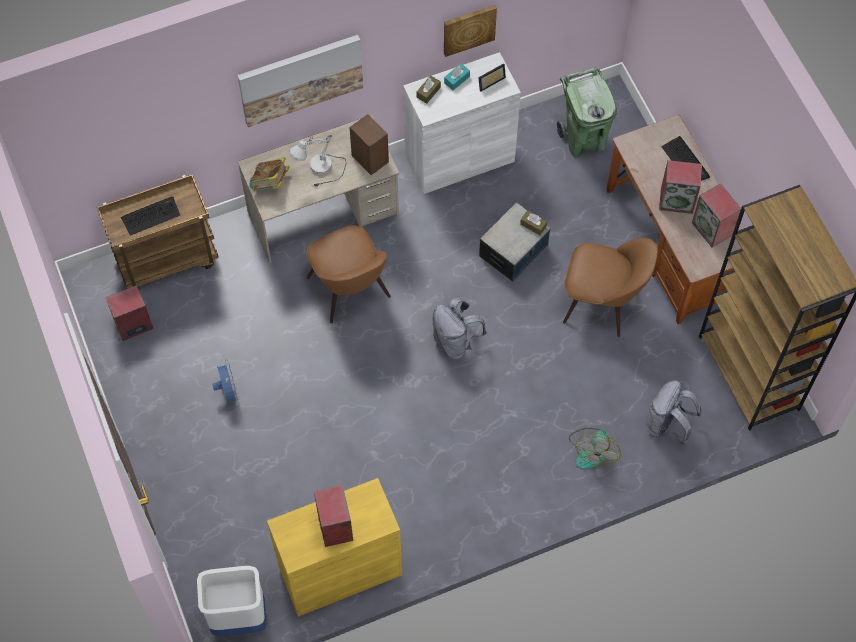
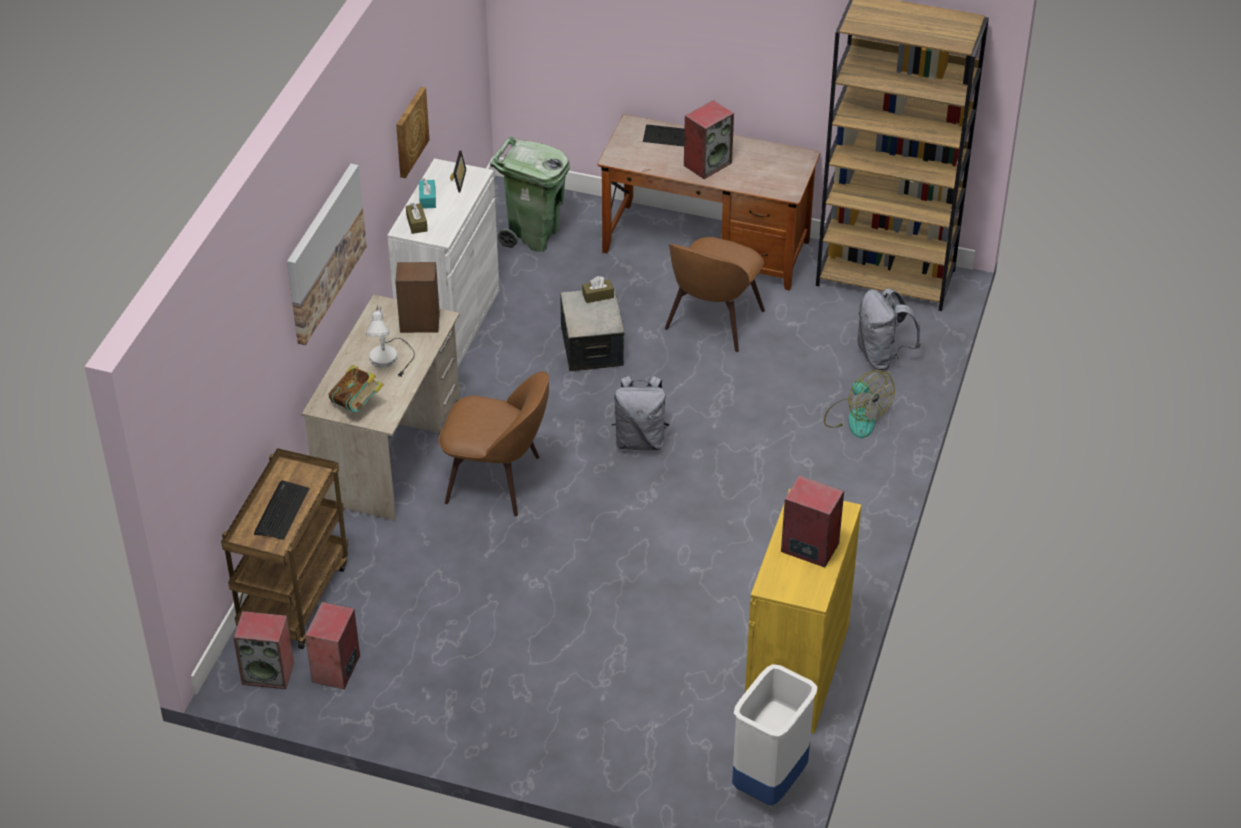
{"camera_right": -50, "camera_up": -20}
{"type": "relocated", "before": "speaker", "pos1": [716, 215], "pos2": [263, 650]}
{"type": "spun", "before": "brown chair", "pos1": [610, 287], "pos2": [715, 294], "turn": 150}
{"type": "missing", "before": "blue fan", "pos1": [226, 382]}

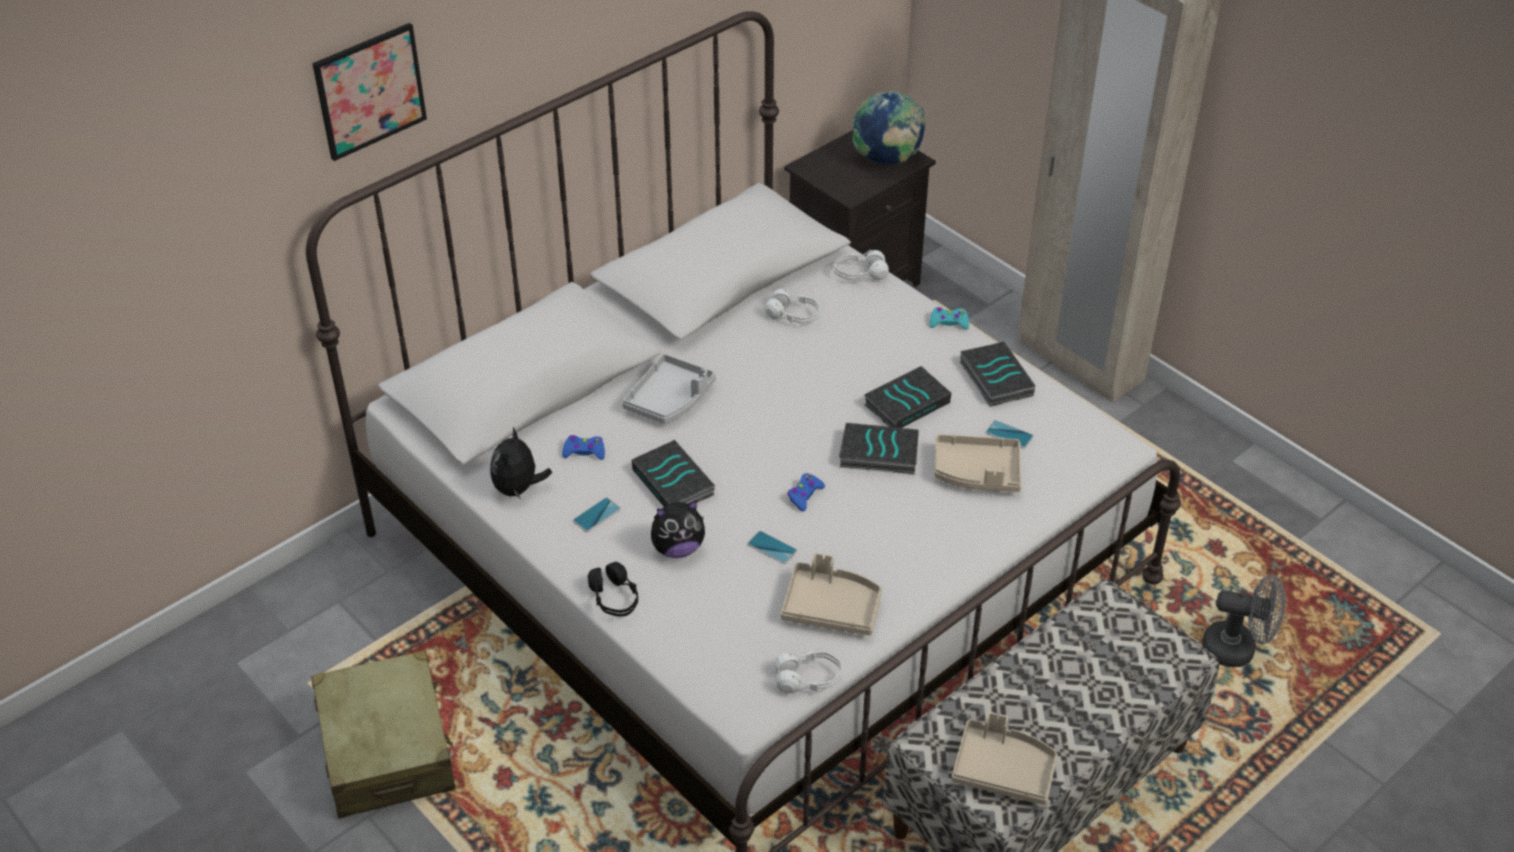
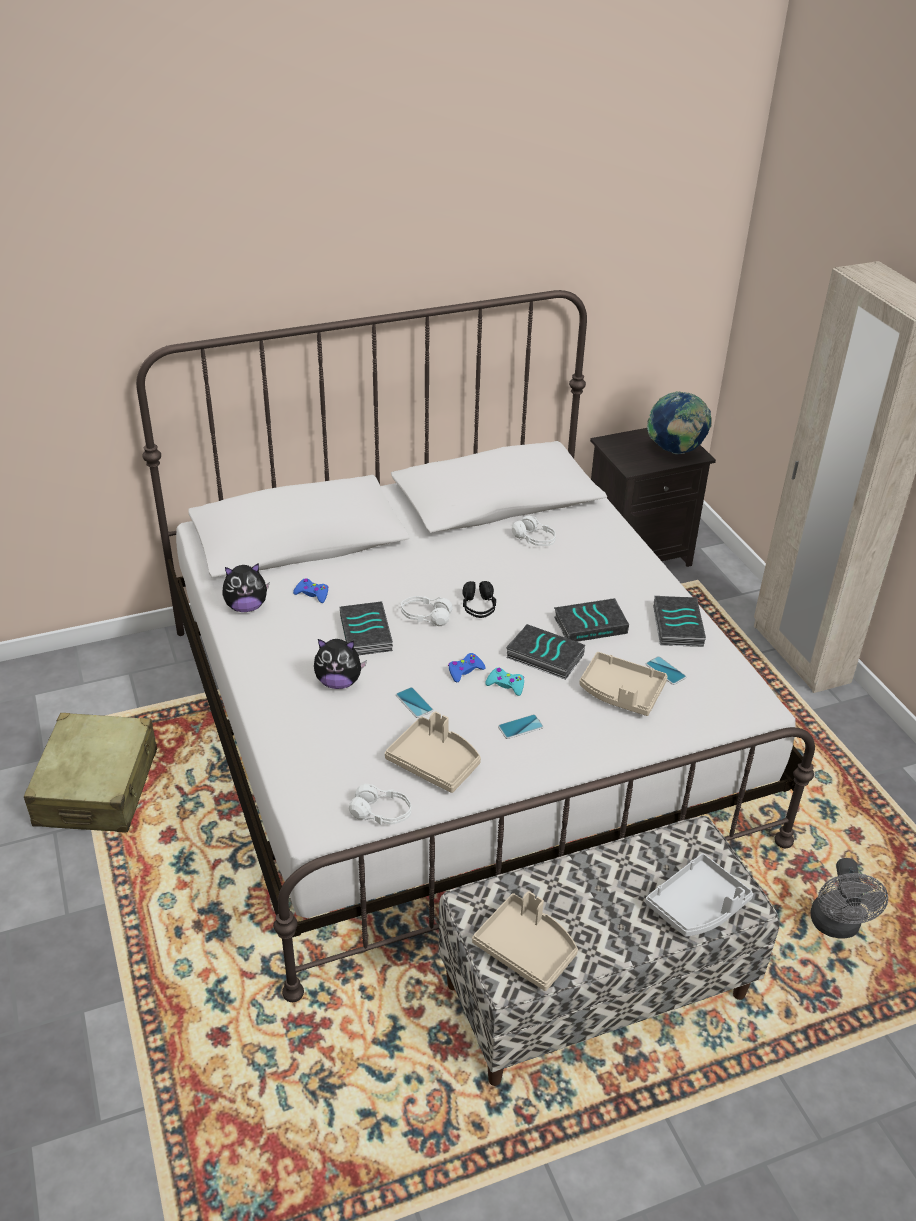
{"camera_right": 20, "camera_up": -5}
{"type": "spun", "before": "plush toy", "pos1": [521, 463], "pos2": [245, 587], "turn": -135}
{"type": "relocated", "before": "white headphones", "pos1": [861, 266], "pos2": [427, 611]}
{"type": "relocated", "before": "black headphones", "pos1": [613, 589], "pos2": [479, 599]}
{"type": "relocated", "before": "turquoise game controller", "pos1": [949, 318], "pos2": [504, 682]}
{"type": "relocated", "before": "phone", "pos1": [597, 515], "pos2": [521, 726]}
{"type": "relocated", "before": "grey tray", "pos1": [669, 389], "pos2": [699, 895]}
{"type": "spun", "before": "grey fan", "pos1": [1244, 621], "pos2": [849, 898], "turn": 60}
{"type": "missing", "before": "picture", "pos1": [369, 92]}

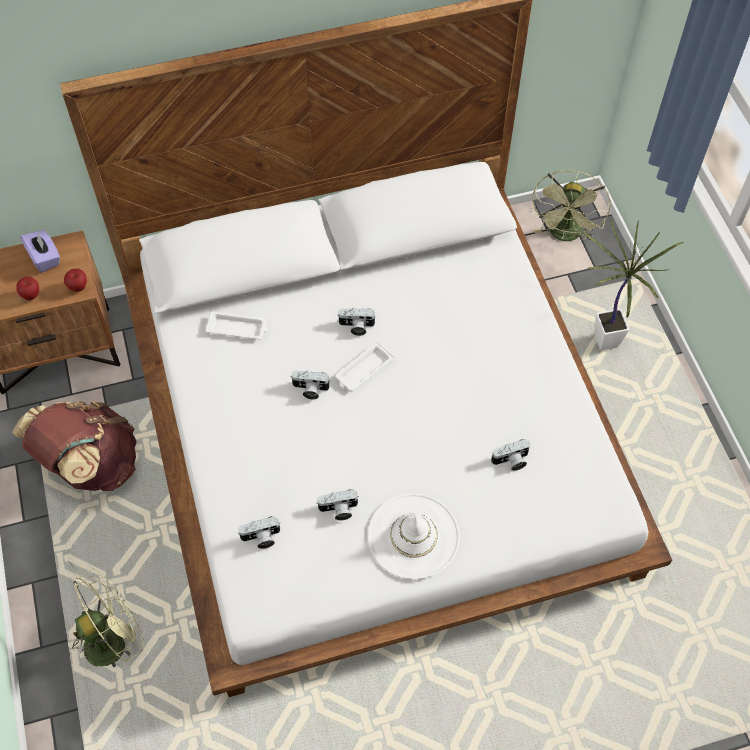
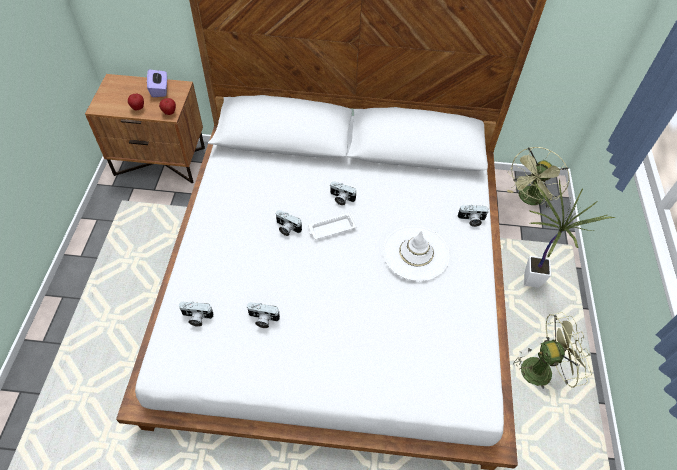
{"camera_right": 20, "camera_up": -5}
{"type": "relocated", "before": "white hat", "pos1": [414, 536], "pos2": [416, 253]}
{"type": "relocated", "before": "photo camera", "pos1": [510, 455], "pos2": [473, 216]}
{"type": "relocated", "before": "green fan", "pos1": [106, 618], "pos2": [552, 350]}
{"type": "missing", "before": "brown backpack", "pos1": [74, 446]}
{"type": "missing", "before": "white tray", "pos1": [236, 325]}

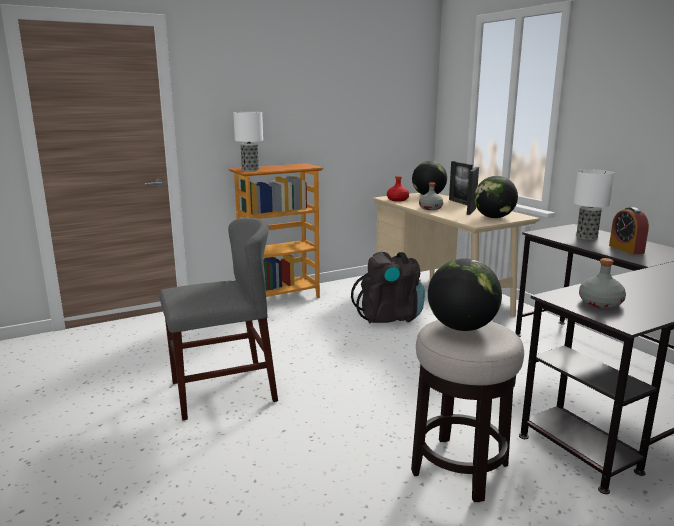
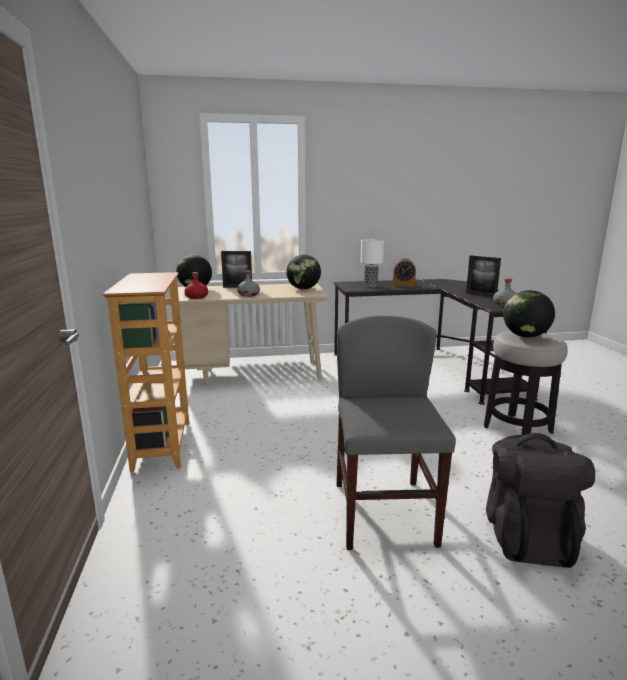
{"camera_right": -70, "camera_up": 0}
{"type": "relocated", "before": "picture frame", "pos1": [473, 191], "pos2": [483, 276]}
{"type": "relocated", "before": "black backpack", "pos1": [388, 287], "pos2": [540, 500]}
{"type": "missing", "before": "table lamp", "pos1": [248, 141]}

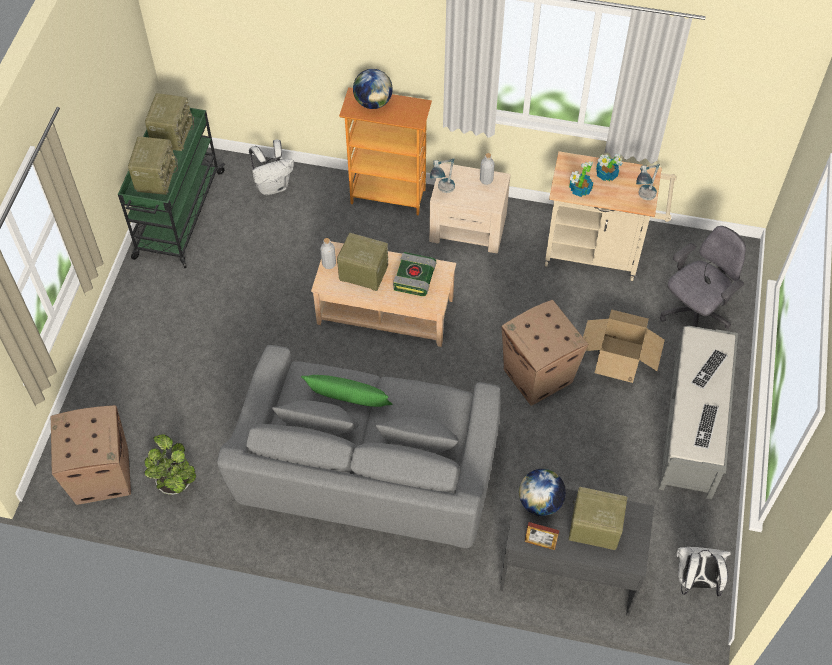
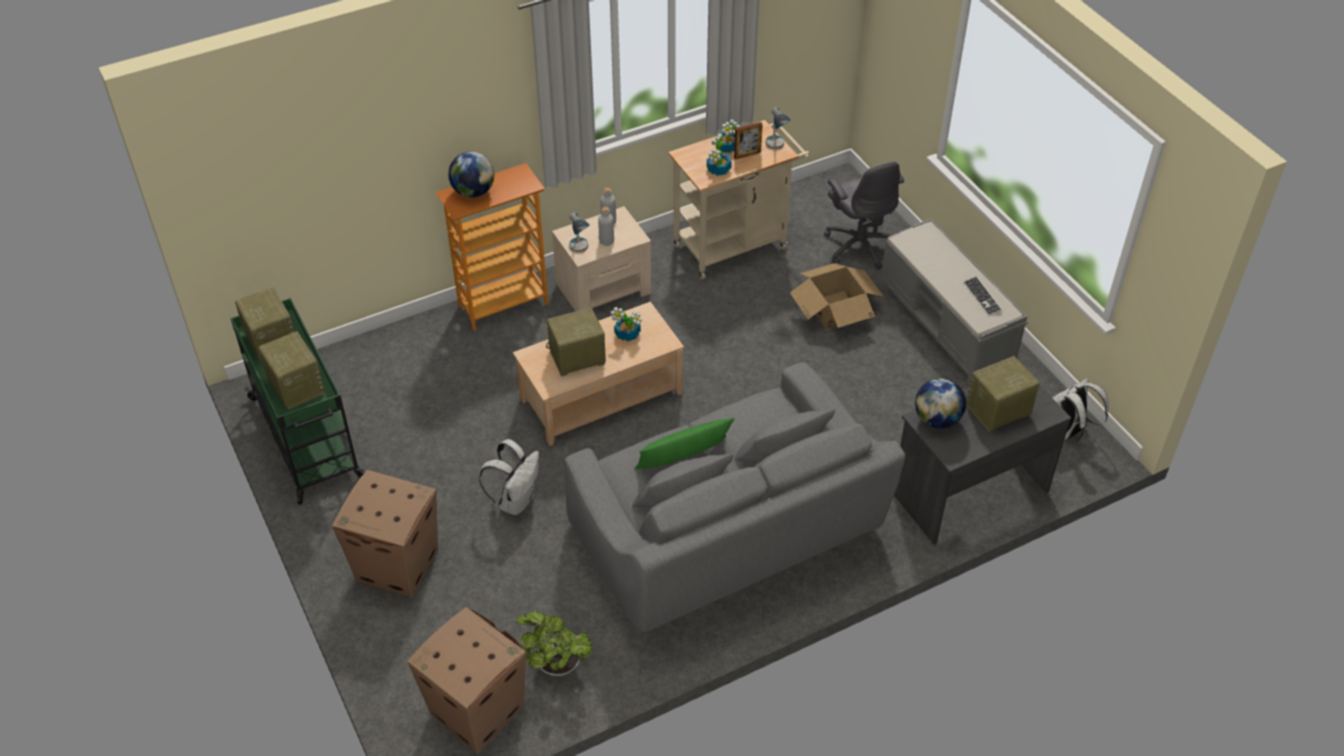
{"camera_right": -40, "camera_up": -10}
{"type": "relocated", "before": "cardboard box", "pos1": [545, 353], "pos2": [385, 534]}
{"type": "relocated", "before": "white backpack", "pos1": [271, 167], "pos2": [509, 477]}
{"type": "relocated", "before": "grey bottle", "pos1": [328, 253], "pos2": [606, 226]}
{"type": "exchanged", "before": "book", "after": "potted plant", "pos1": [414, 274], "pos2": [626, 324]}
{"type": "relocated", "before": "picture frame", "pos1": [542, 536], "pos2": [748, 140]}
{"type": "spun", "before": "grey office chair", "pos1": [703, 277], "pos2": [864, 215], "turn": 150}
{"type": "missing", "before": "keyboard", "pos1": [709, 369]}

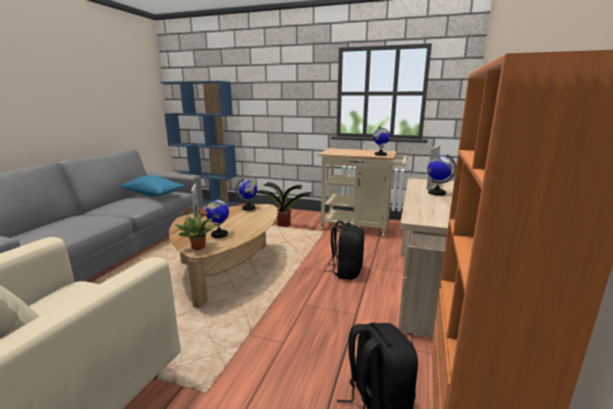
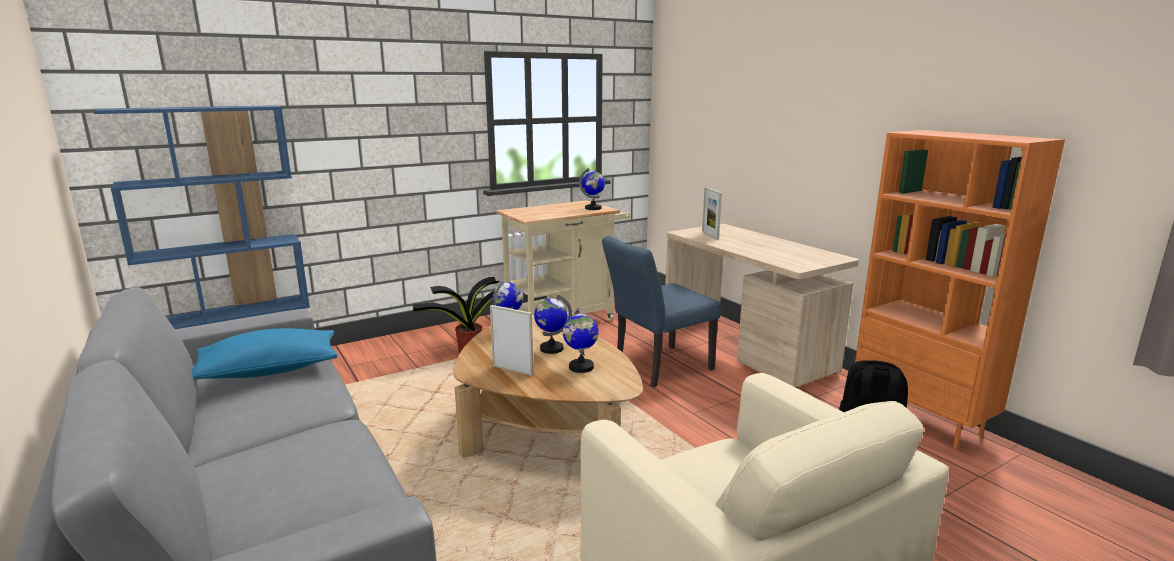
{"camera_right": -50, "camera_up": 0}
{"type": "relocated", "before": "globe", "pos1": [441, 175], "pos2": [553, 324]}
{"type": "exchanged", "before": "black backpack", "after": "blue chair", "pos1": [344, 250], "pos2": [661, 311]}
{"type": "missing", "before": "potted plant", "pos1": [196, 228]}

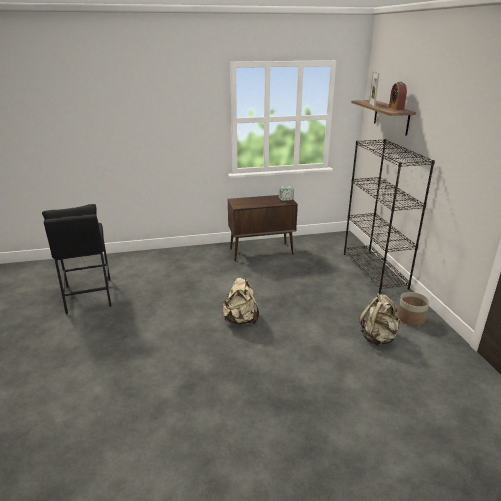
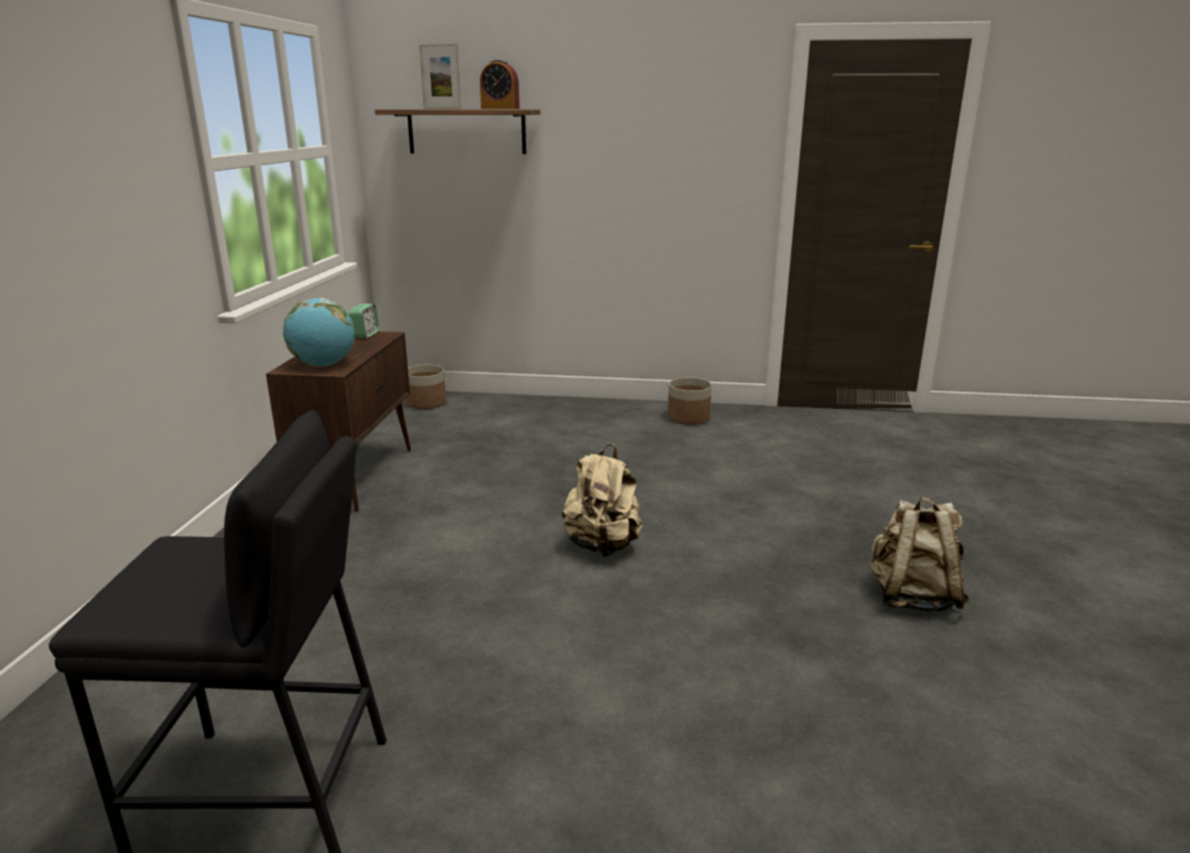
{"camera_right": -70, "camera_up": -5}
{"type": "appeared", "after": "globe", "pos2": [319, 332]}
{"type": "appeared", "after": "planter", "pos2": [426, 387]}
{"type": "relocated", "before": "beige backpack", "pos1": [379, 319], "pos2": [920, 555]}
{"type": "missing", "before": "black bookcase", "pos1": [389, 216]}

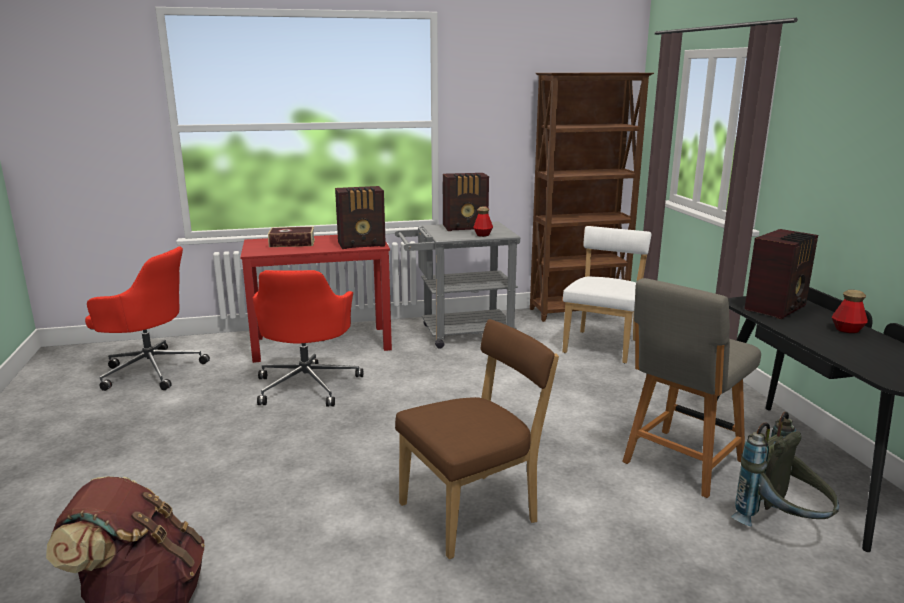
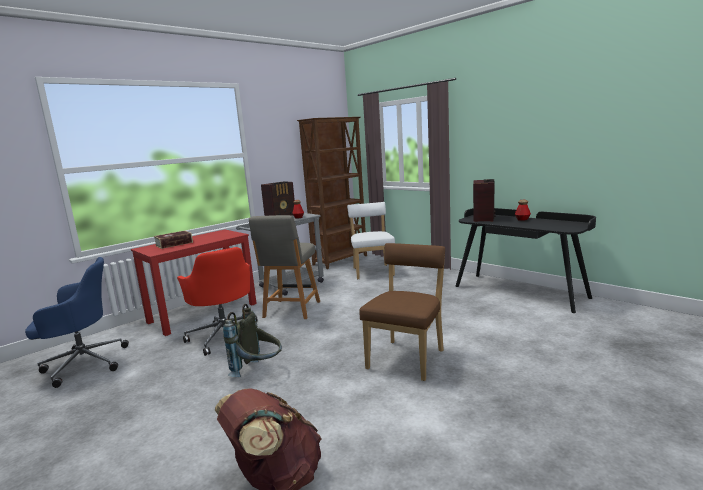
{"camera_right": -30, "camera_up": -5}
{"type": "colour", "before": "red office chair", "after": "blue office chair", "pos1": [147, 318], "pos2": [77, 322]}
{"type": "relocated", "before": "grey backpack", "pos1": [785, 469], "pos2": [252, 340]}
{"type": "relocated", "before": "grey chair", "pos1": [691, 388], "pos2": [284, 267]}
{"type": "missing", "before": "radio", "pos1": [360, 217]}

